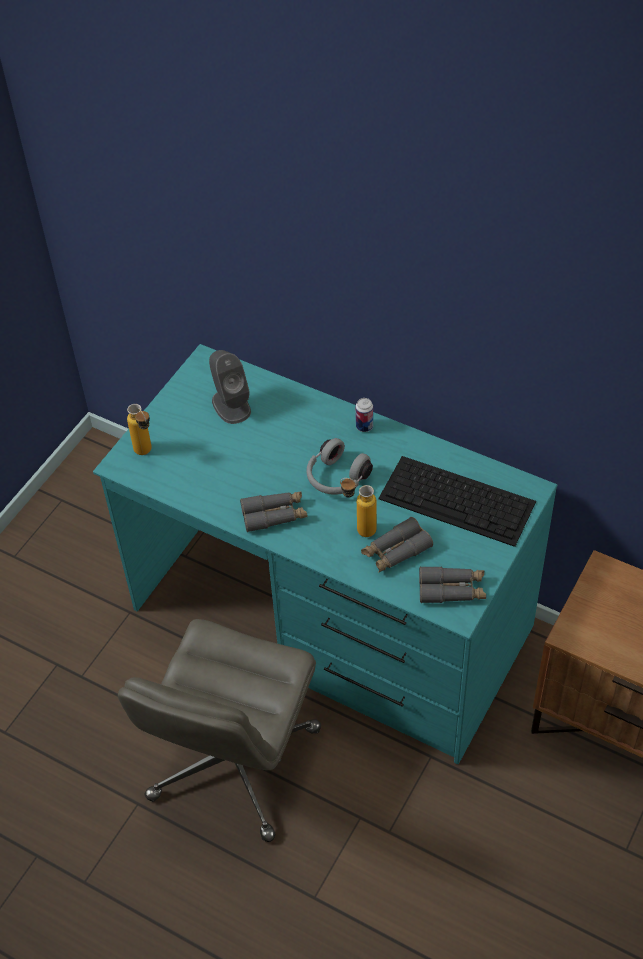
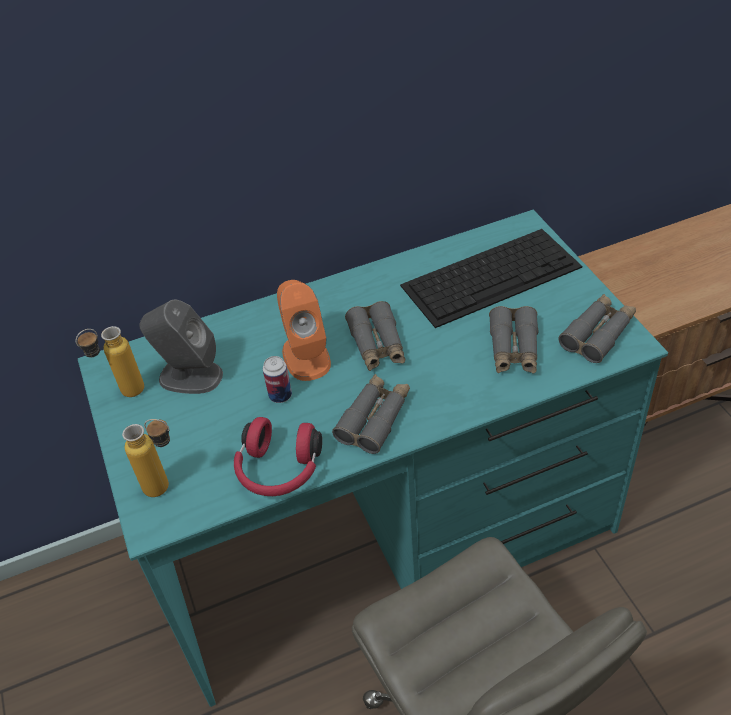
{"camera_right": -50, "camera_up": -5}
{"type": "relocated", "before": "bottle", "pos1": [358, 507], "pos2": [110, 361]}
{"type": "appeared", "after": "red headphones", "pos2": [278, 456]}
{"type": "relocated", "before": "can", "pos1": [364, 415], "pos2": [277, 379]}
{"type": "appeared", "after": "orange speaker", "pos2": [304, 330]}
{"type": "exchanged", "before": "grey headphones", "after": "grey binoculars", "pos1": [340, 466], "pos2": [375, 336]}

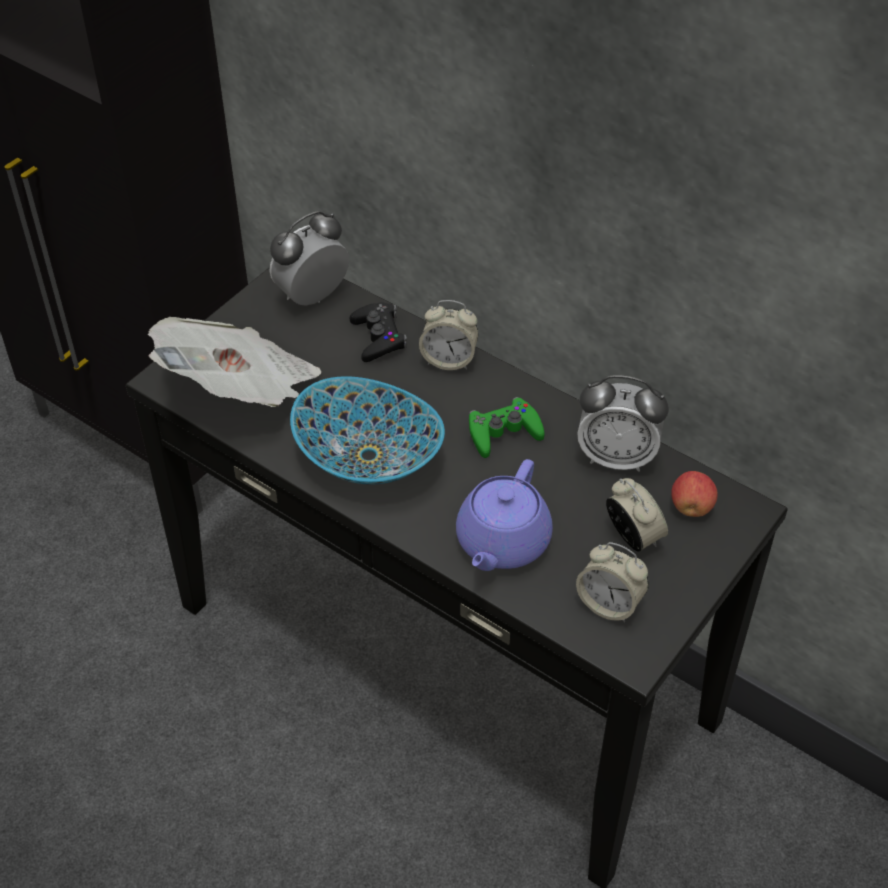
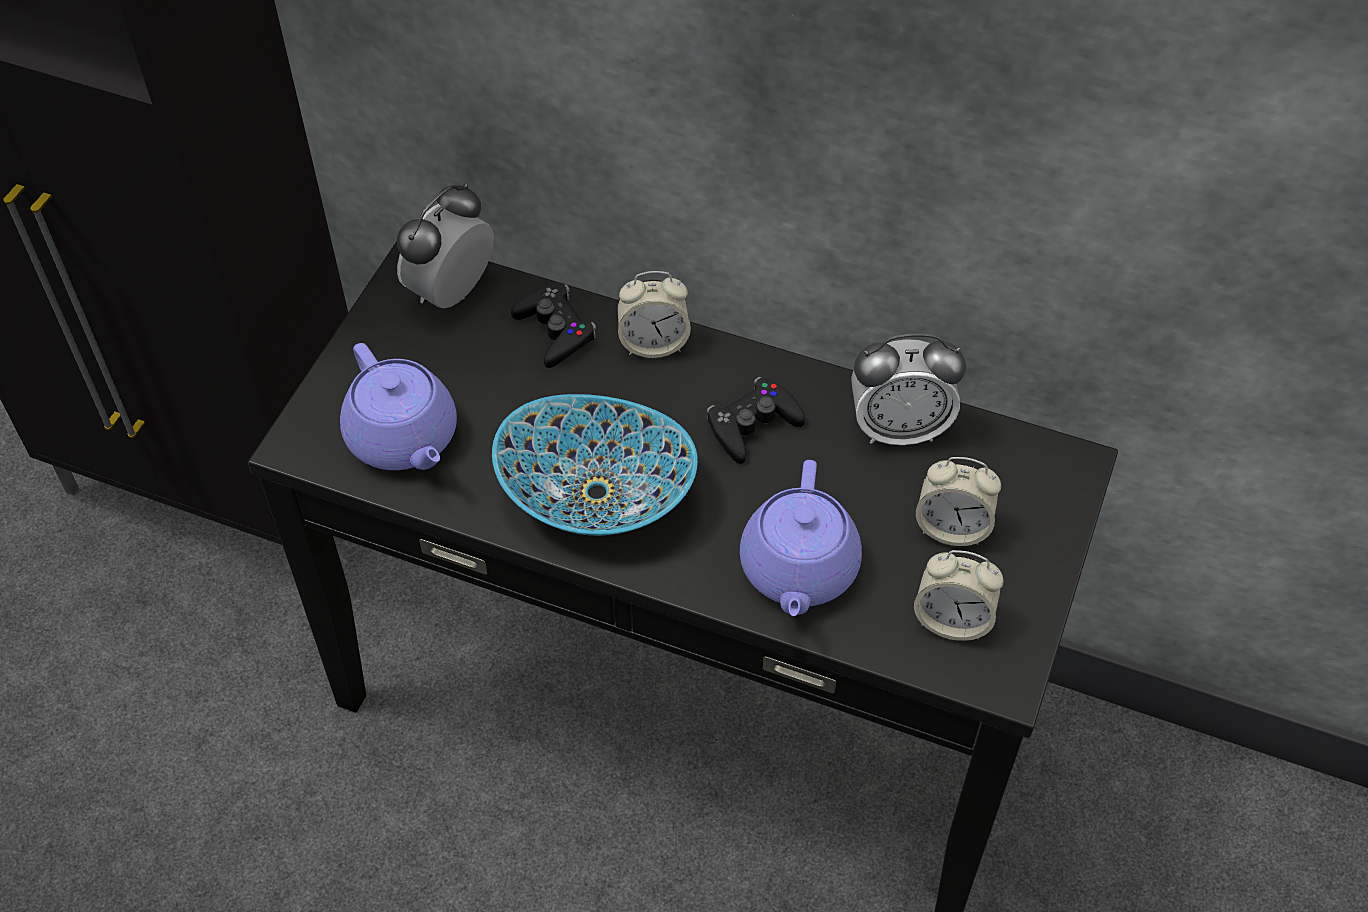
{"camera_right": -15, "camera_up": 5}
{"type": "exchanged", "before": "newspaper", "after": "purple teapot", "pos1": [235, 362], "pos2": [398, 406]}
{"type": "colour", "before": "green game controller", "after": "black game controller", "pos1": [507, 427], "pos2": [756, 420]}
{"type": "spun", "before": "alarm clock", "pos1": [637, 514], "pos2": [958, 501], "turn": 150}
{"type": "missing", "before": "apple", "pos1": [694, 494]}

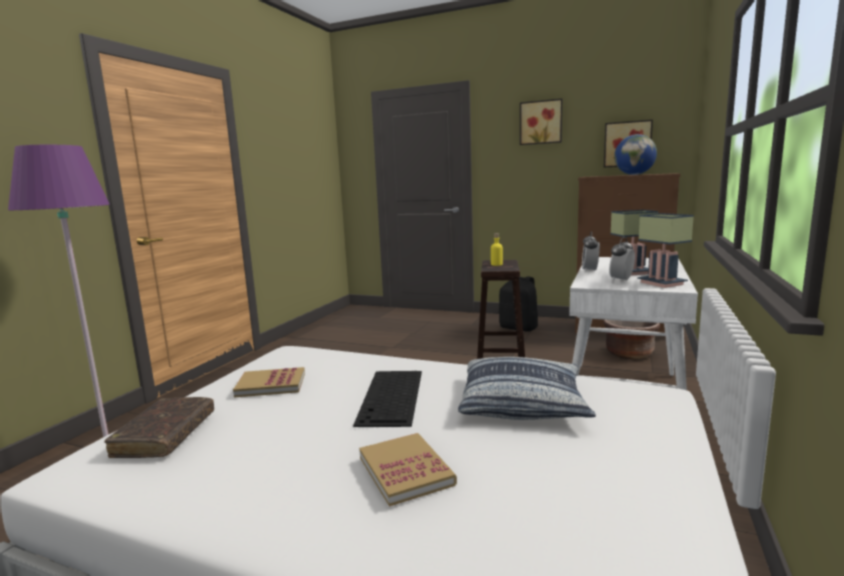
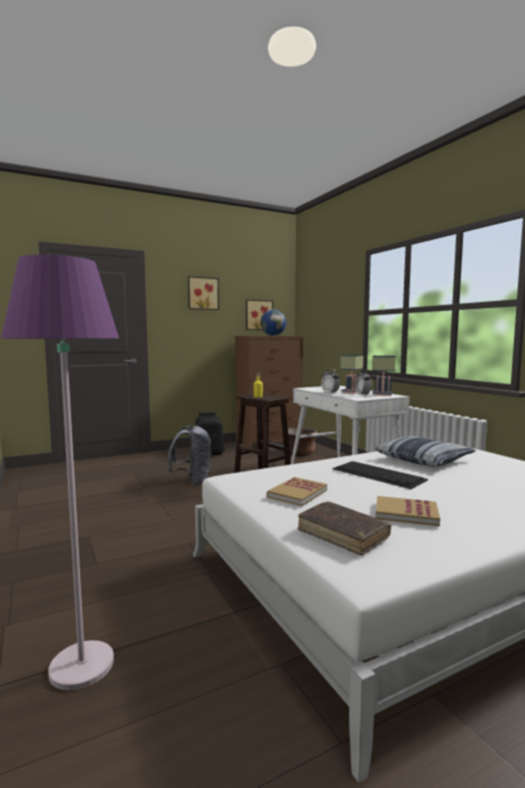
{"camera_right": -50, "camera_up": -5}
{"type": "appeared", "after": "grey backpack", "pos2": [189, 455]}
{"type": "relocated", "before": "book", "pos1": [408, 470], "pos2": [408, 511]}

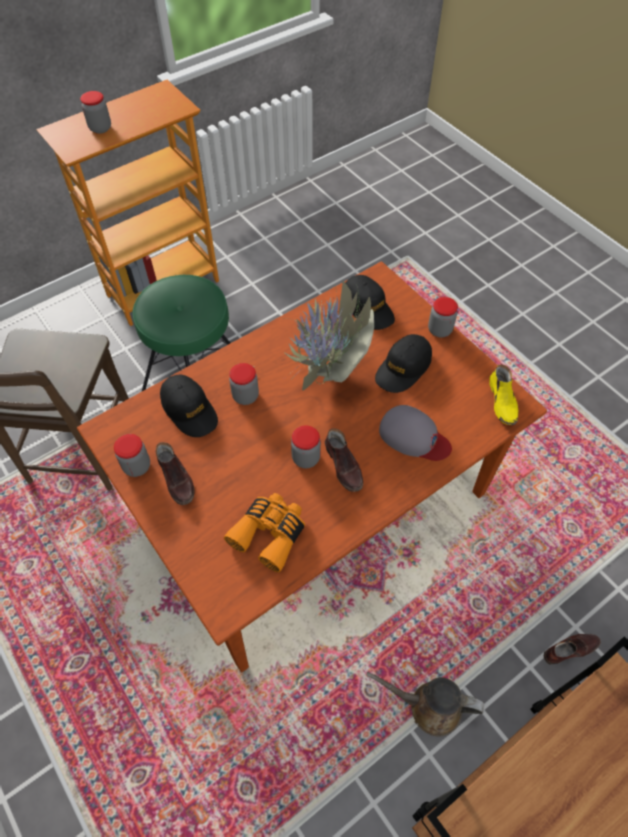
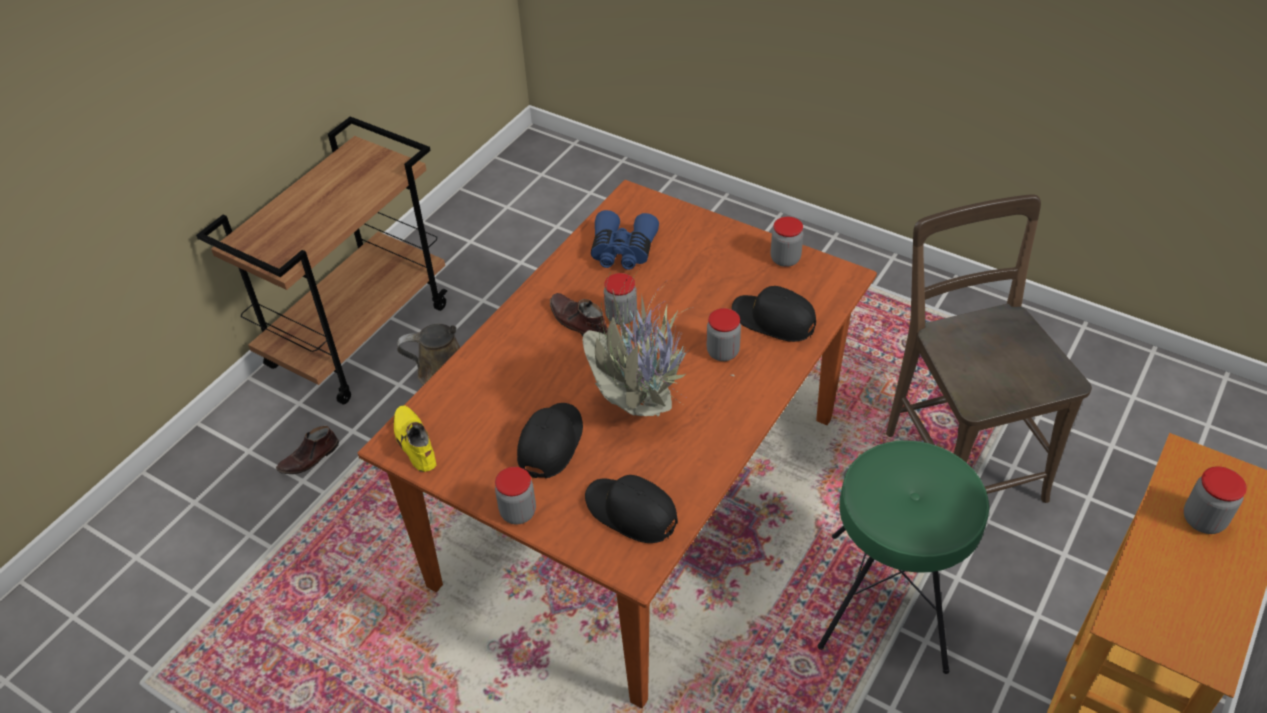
{"camera_right": 160, "camera_up": -10}
{"type": "colour", "before": "orange binoculars", "after": "blue binoculars", "pos1": [264, 533], "pos2": [625, 240]}
{"type": "missing", "before": "brown shoe", "pos1": [175, 473]}
{"type": "missing", "before": "grey cap", "pos1": [415, 433]}

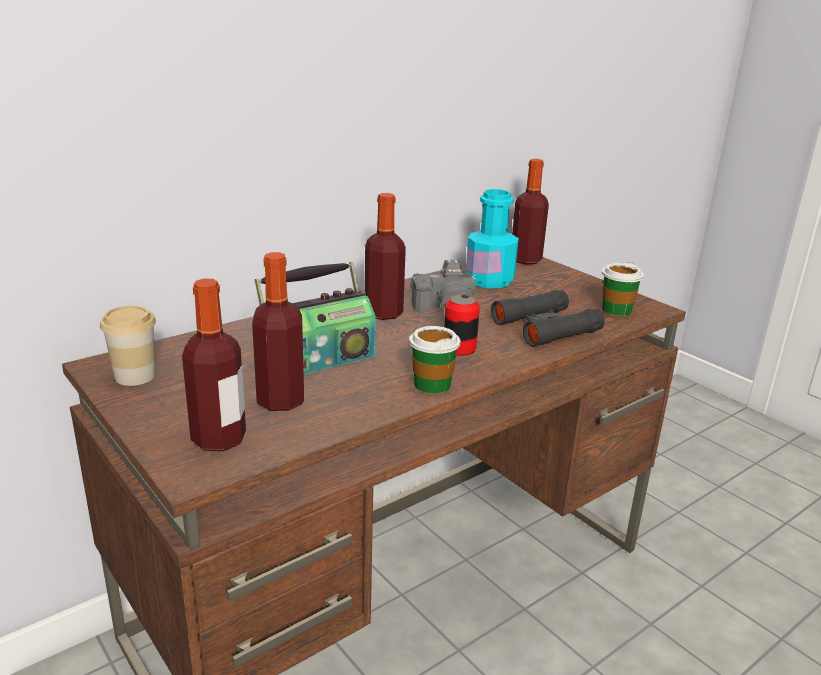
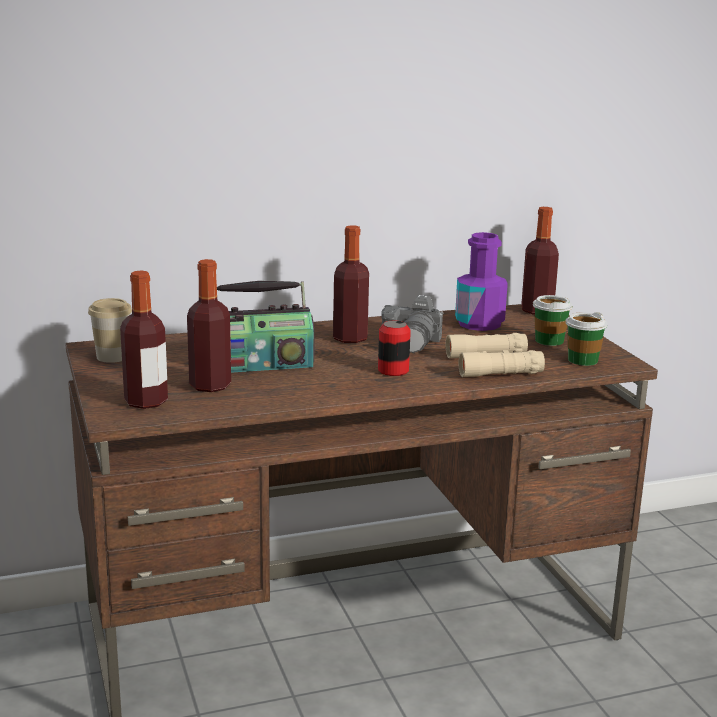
{"camera_right": 20, "camera_up": -5}
{"type": "colour", "before": "black binoculars", "after": "beige binoculars", "pos1": [548, 318], "pos2": [495, 355]}
{"type": "colour", "before": "turquoise bottle", "after": "purple bottle", "pos1": [492, 238], "pos2": [481, 281]}
{"type": "relocated", "before": "cup", "pos1": [435, 360], "pos2": [553, 320]}

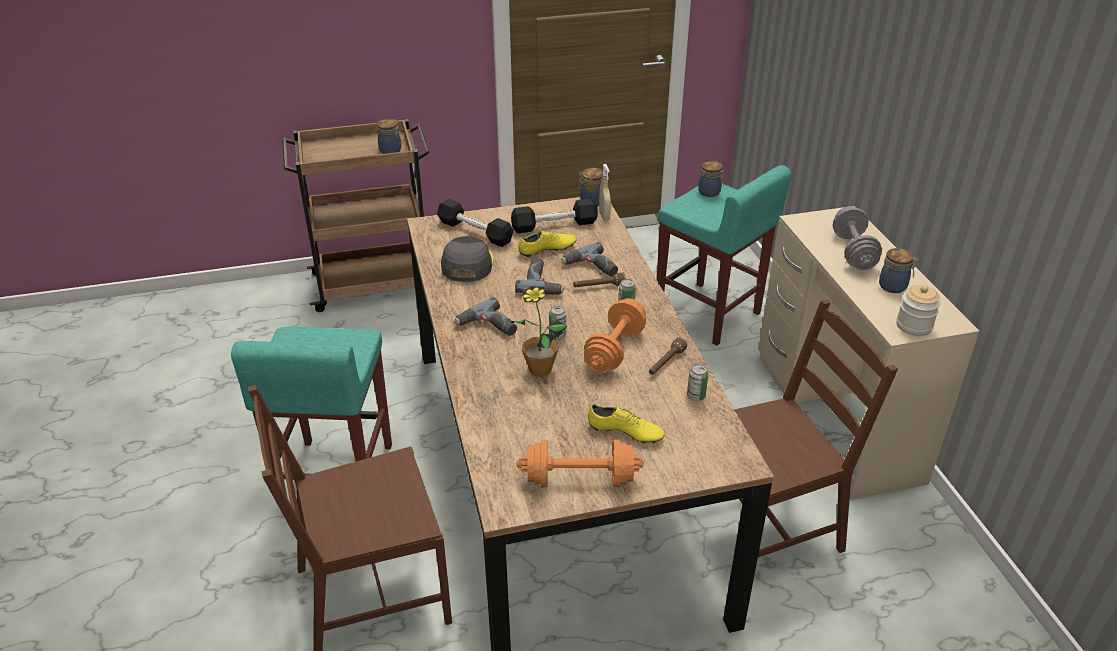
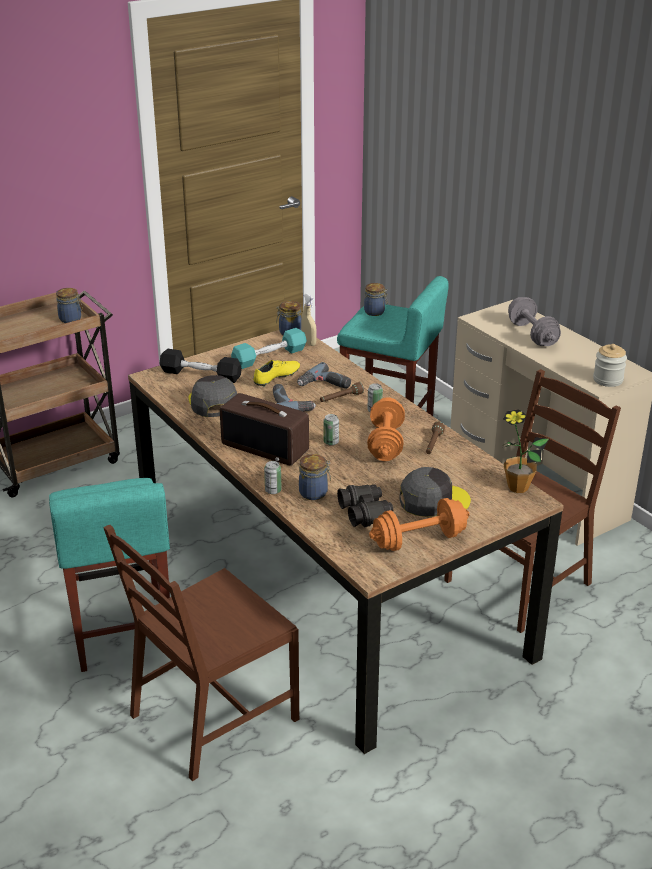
{"camera_right": -20, "camera_up": -5}
{"type": "exchanged", "before": "power drill", "after": "radio", "pos1": [485, 316], "pos2": [264, 429]}
{"type": "colour", "before": "black dumbbell", "after": "turquoise dumbbell", "pos1": [554, 216], "pos2": [269, 348]}
{"type": "relocated", "before": "can", "pos1": [697, 382], "pos2": [273, 477]}
{"type": "relocated", "before": "jar", "pos1": [898, 270], "pos2": [315, 477]}
{"type": "appeared", "after": "black binoculars", "pos2": [365, 506]}
{"type": "exchanged", "before": "yellow shoe", "after": "grey cap", "pos1": [626, 424], "pos2": [435, 492]}
{"type": "relocated", "before": "potted plant", "pos1": [539, 331], "pos2": [525, 451]}

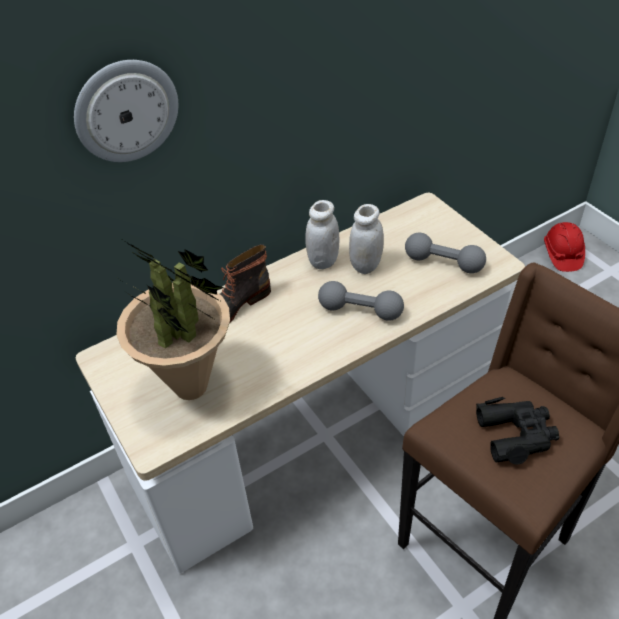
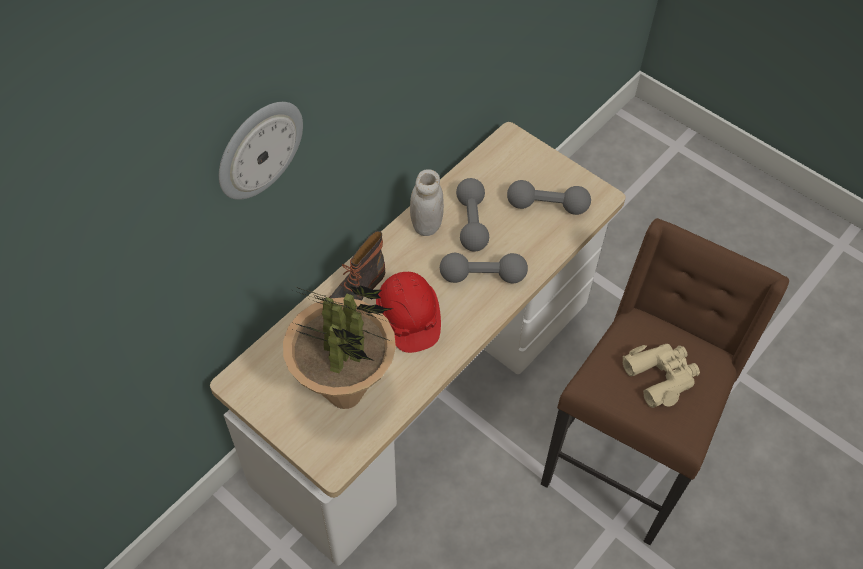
{"camera_right": -20, "camera_up": 10}
{"type": "relocated", "before": "red hard hat", "pos1": [564, 247], "pos2": [408, 312]}
{"type": "exchanged", "before": "white jar", "after": "grey dumbbell", "pos1": [366, 239], "pos2": [472, 215]}
{"type": "colour", "before": "black binoculars", "after": "beige binoculars", "pos1": [517, 431], "pos2": [661, 376]}

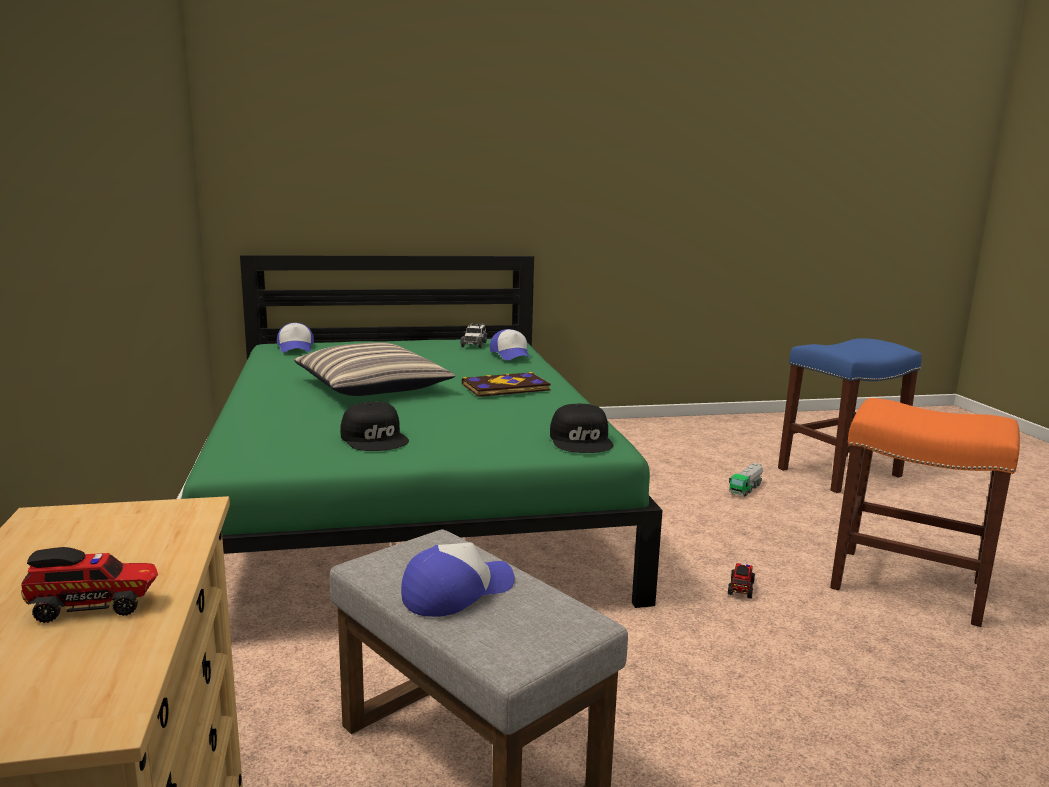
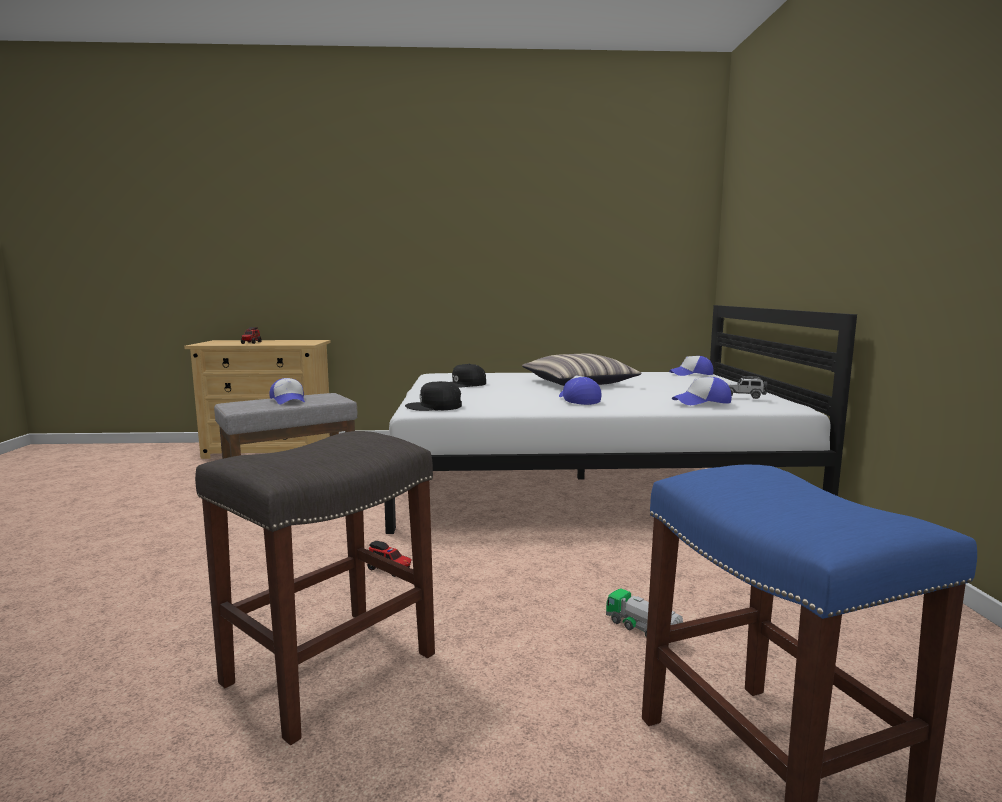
{"camera_right": 100, "camera_up": -5}
{"type": "colour", "before": "orange stool", "after": "grey stool", "pos1": [925, 512], "pos2": [315, 588]}
{"type": "colour", "before": "green bed", "after": "white bed", "pos1": [422, 431], "pos2": [620, 419]}
{"type": "exchanged", "before": "book", "after": "cap", "pos1": [506, 384], "pos2": [580, 390]}

